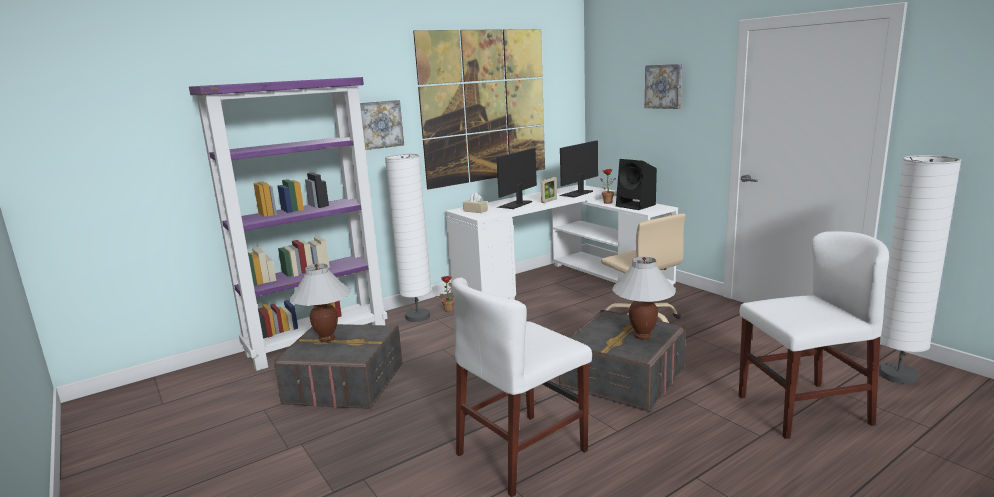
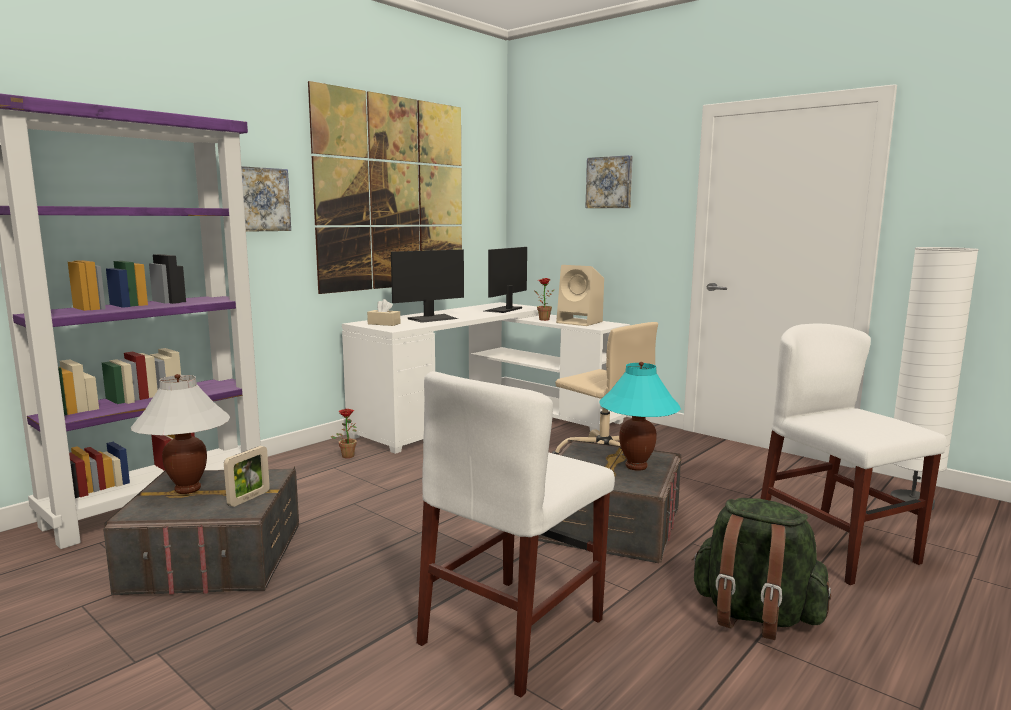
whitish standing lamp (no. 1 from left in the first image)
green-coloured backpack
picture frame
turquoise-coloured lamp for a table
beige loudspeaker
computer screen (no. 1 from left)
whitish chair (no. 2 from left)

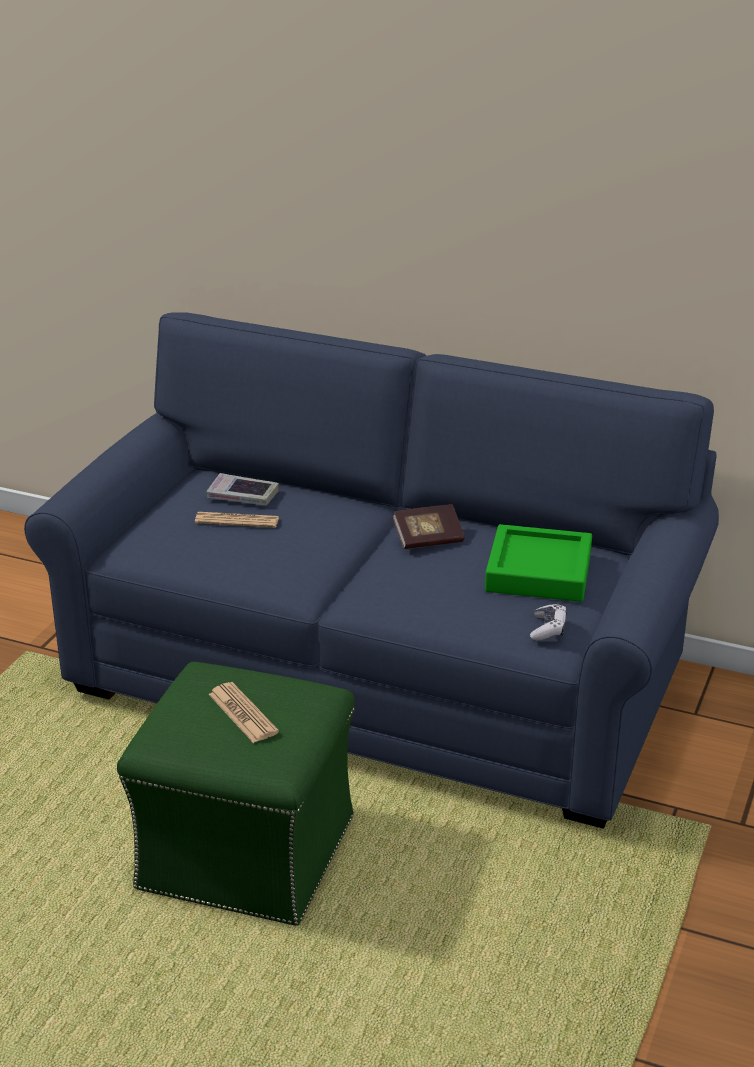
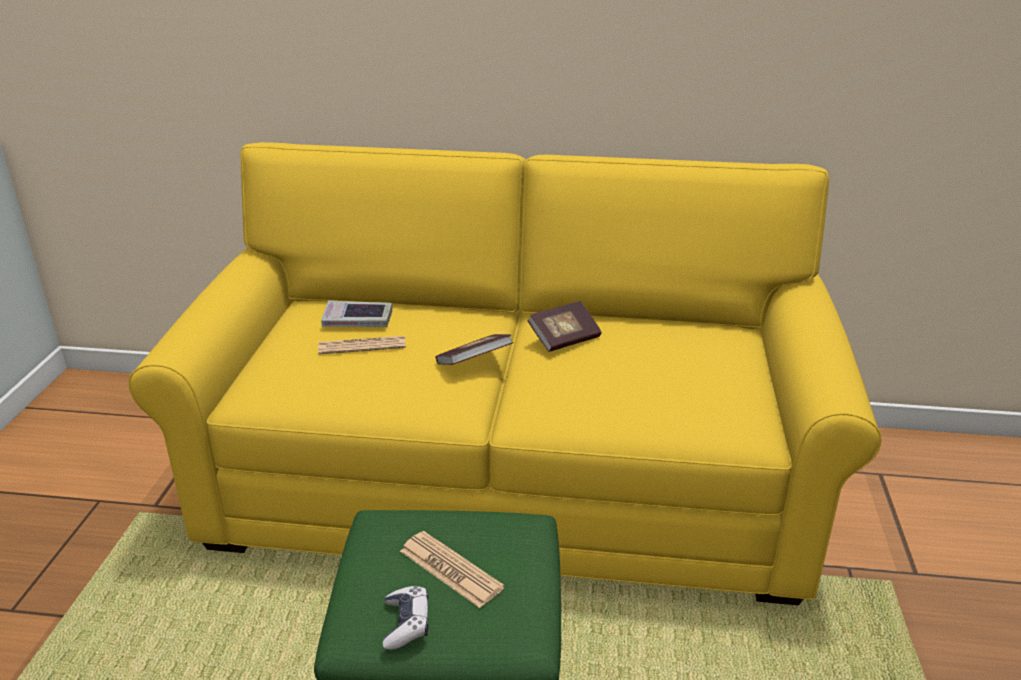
green-coloured tray
volume (no. 2 from left)
joypad
yellowish settee

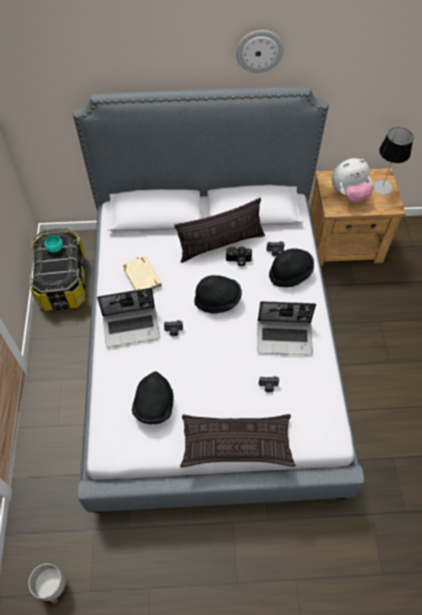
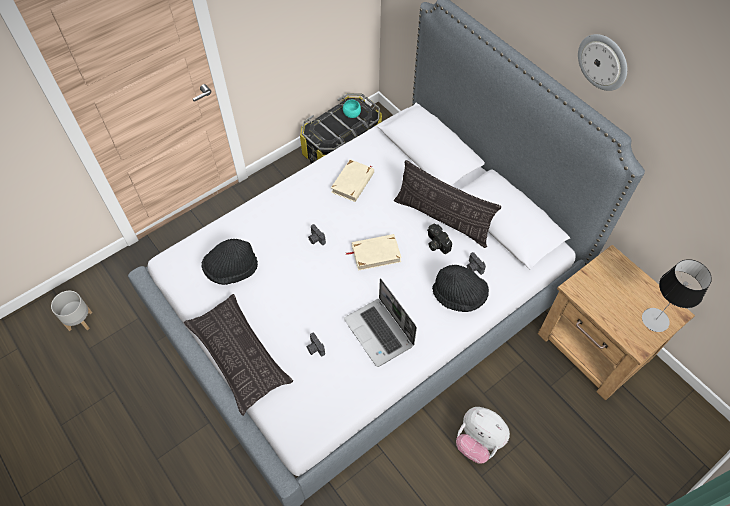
notebook computer (no. 1 from left in the first image)
soft toy
beige volume (no. 2 from left)

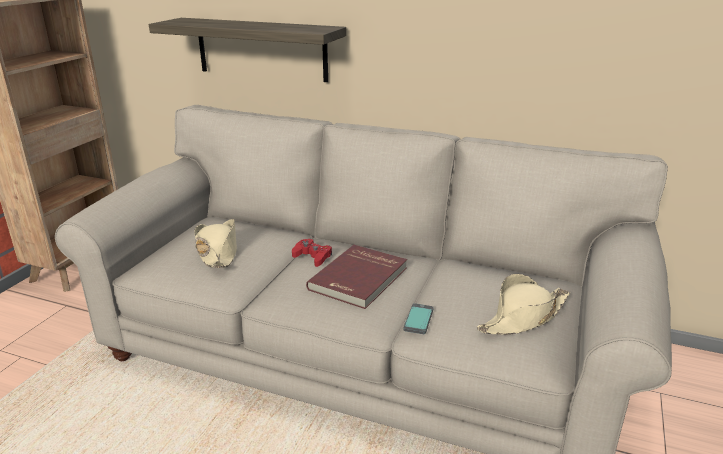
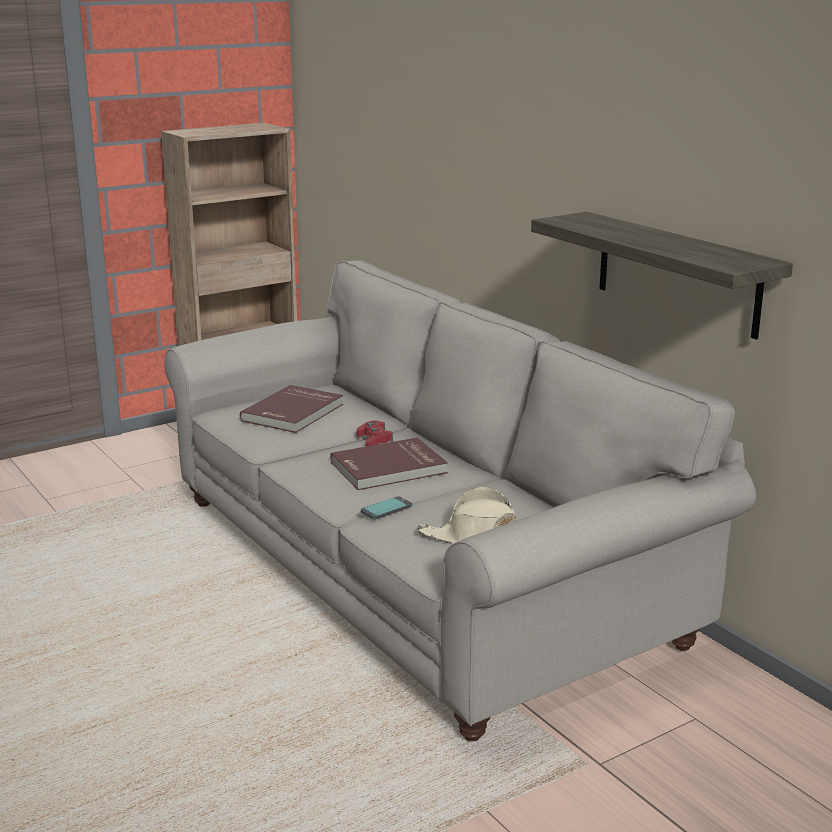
bracket shelf
red volume (no. 1 from left)

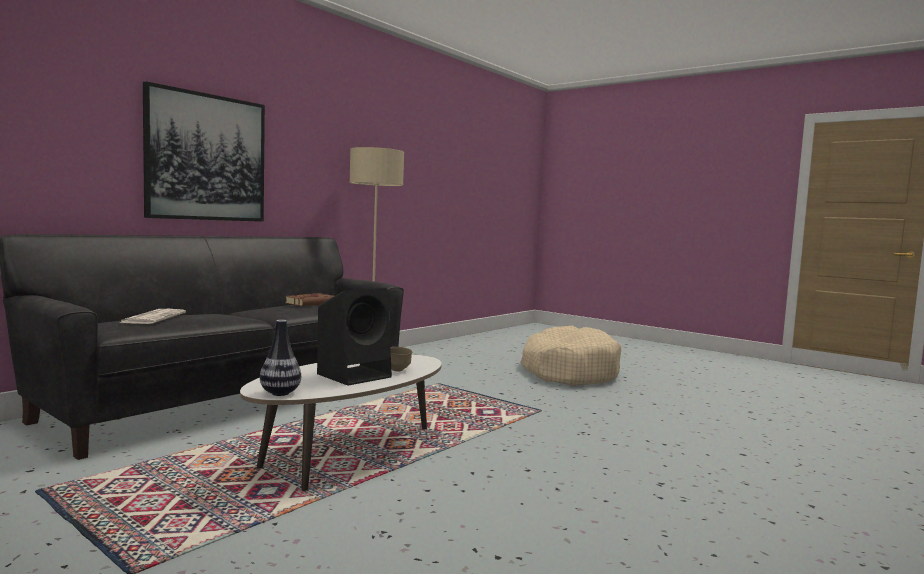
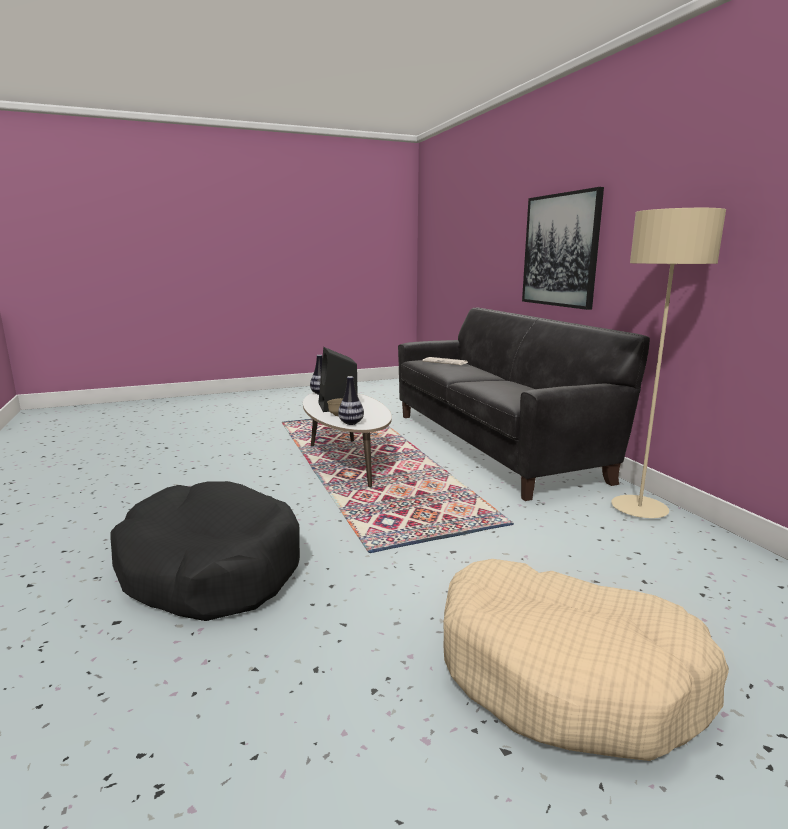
brown-coloured volume
blackish dog bed
vase (no. 2 from left)

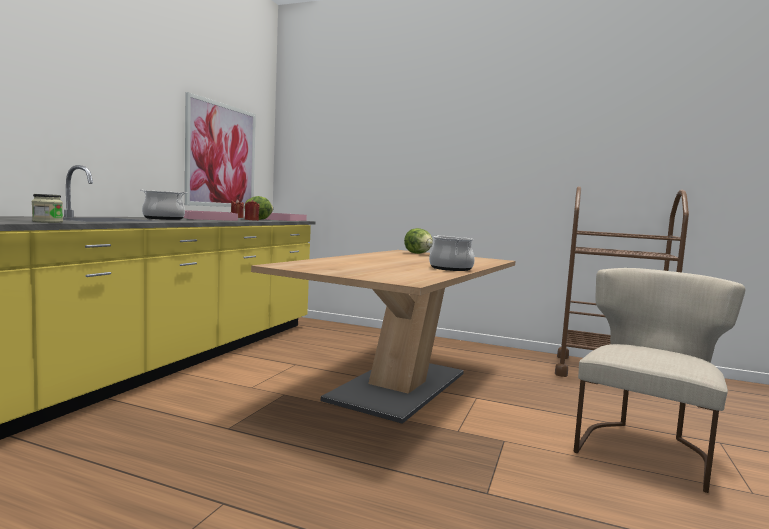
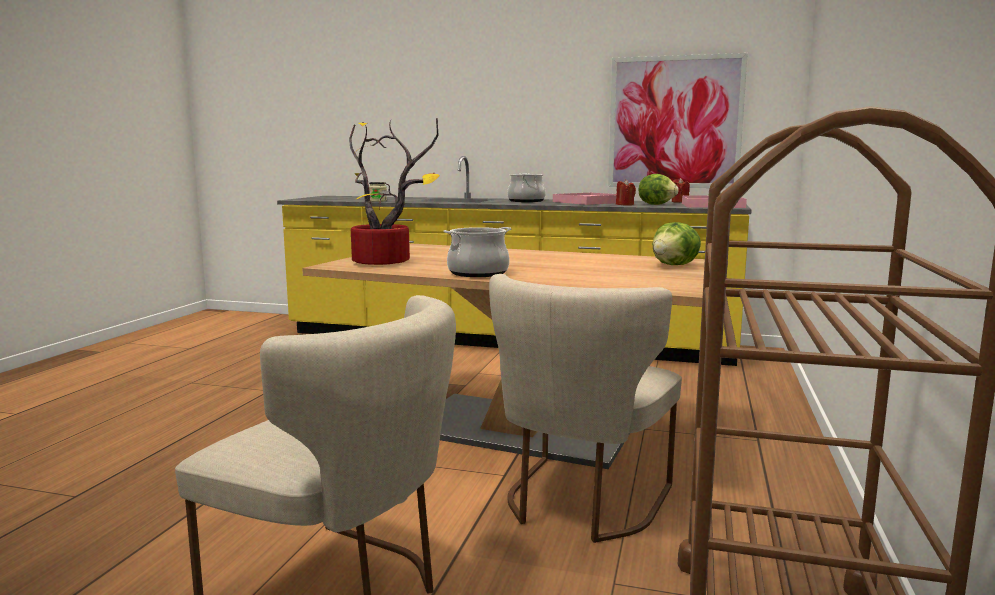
houseplant
beige chair (no. 2 from left)

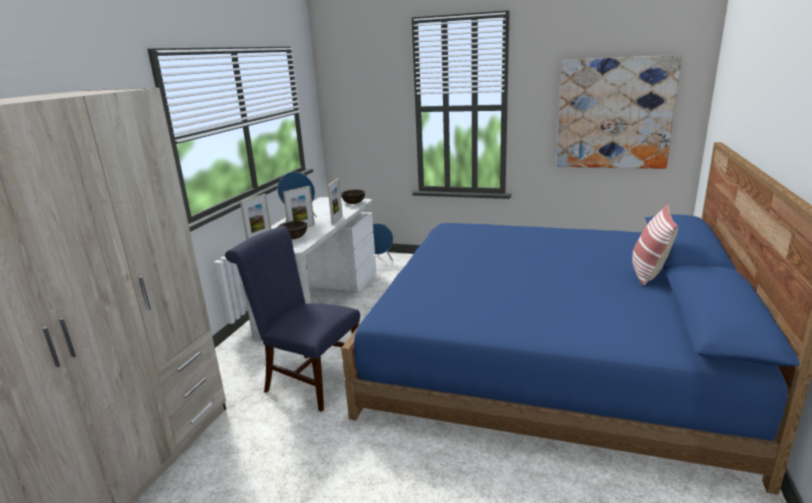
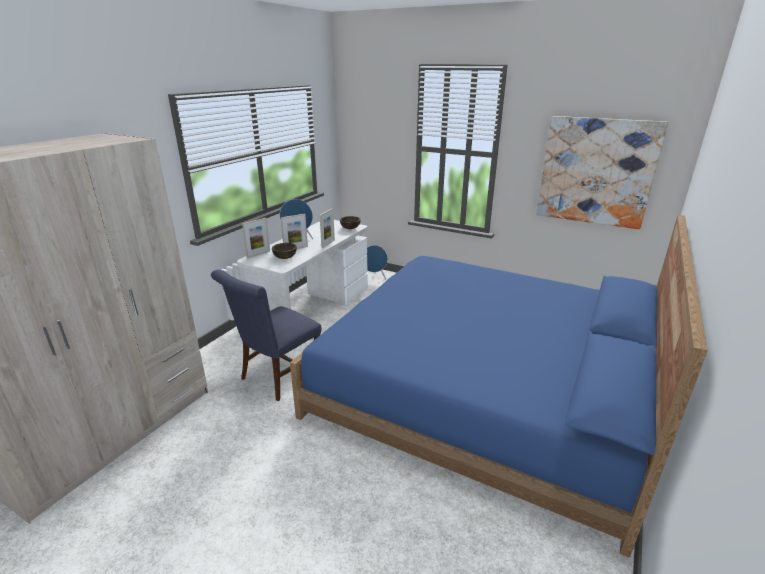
pillow
blue-coloured chair

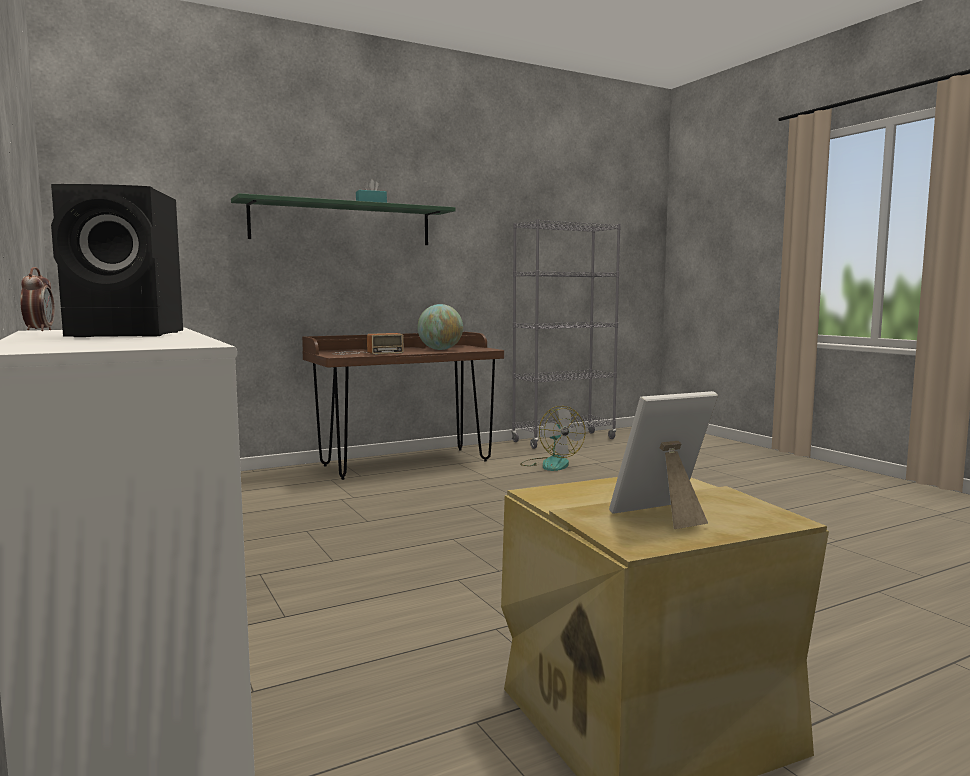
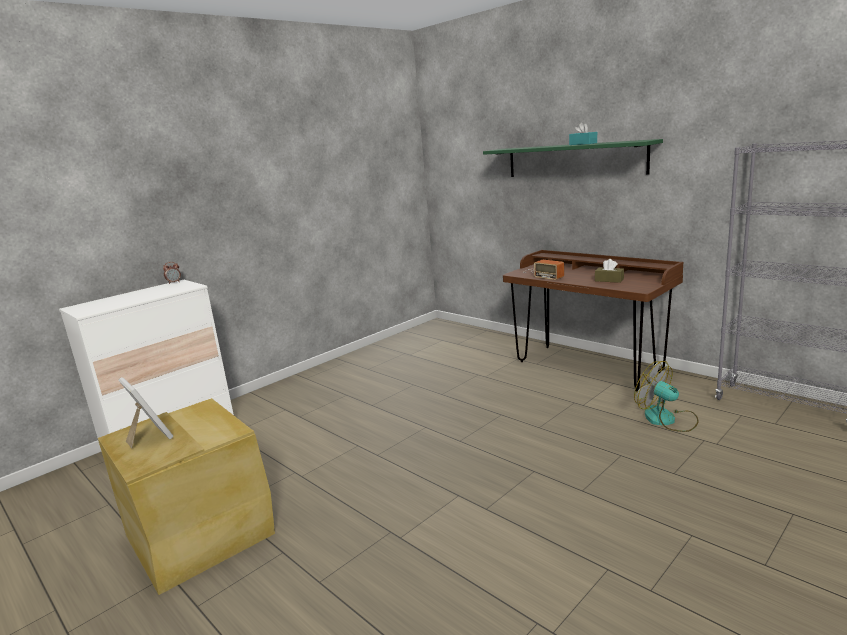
blackish loudspeaker
brown-coloured tissue holder
fan

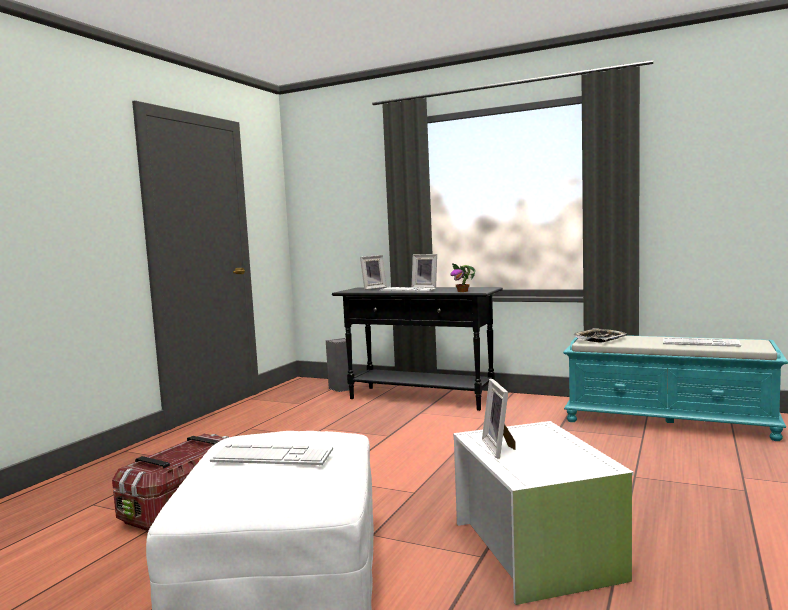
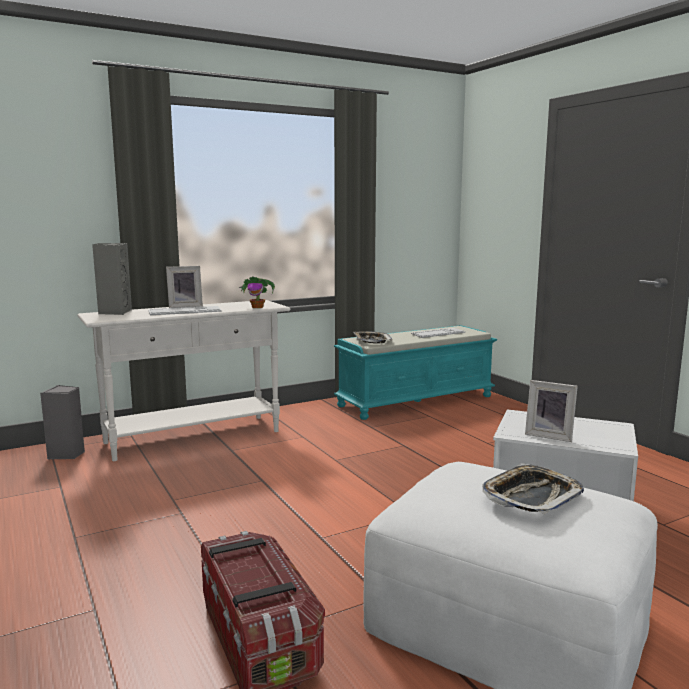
tray (no. 2 from left)
grey loudspeaker (no. 2 from left)
whitish narrow table

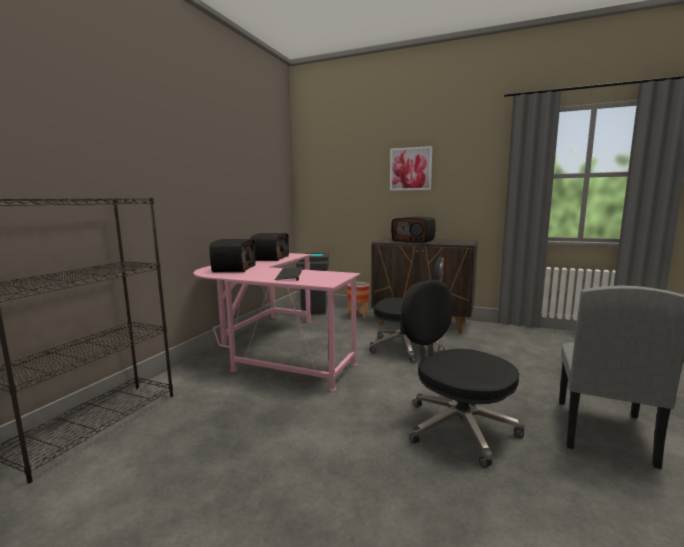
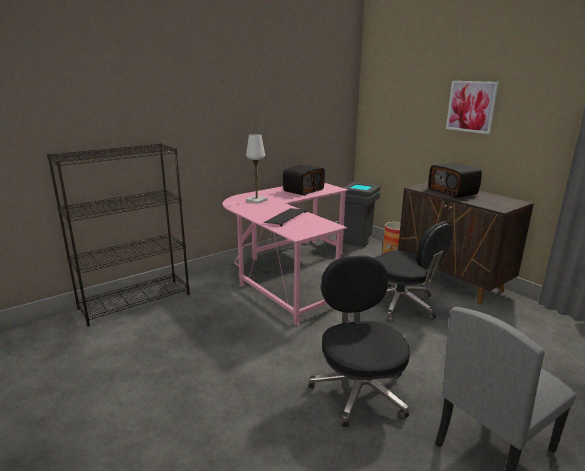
whitish lamp for a table

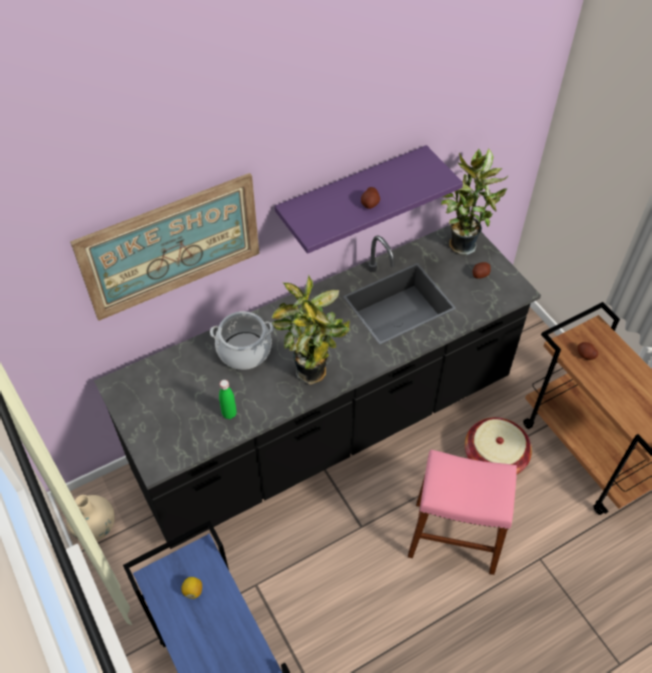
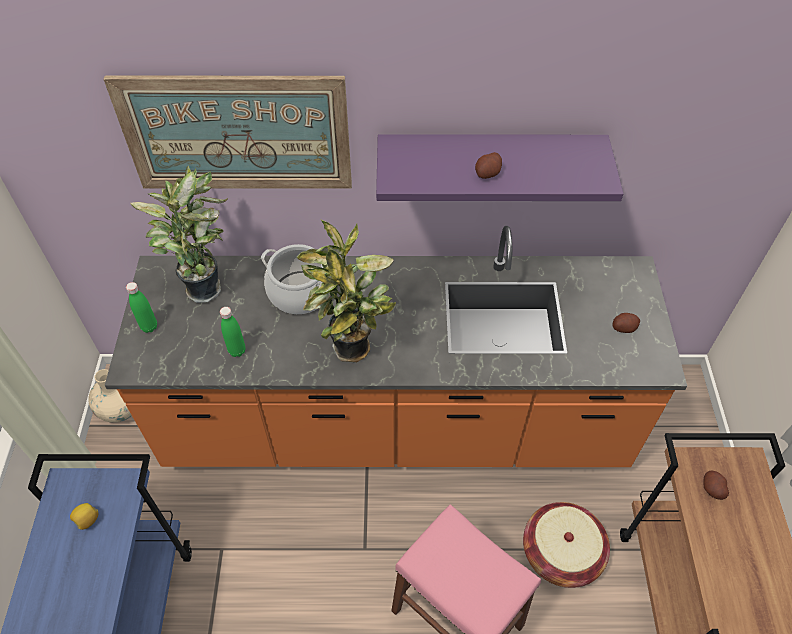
green-coloured drink bottle (no. 1 from left)
houseplant (no. 1 from left)
orangey kitchen base unit

